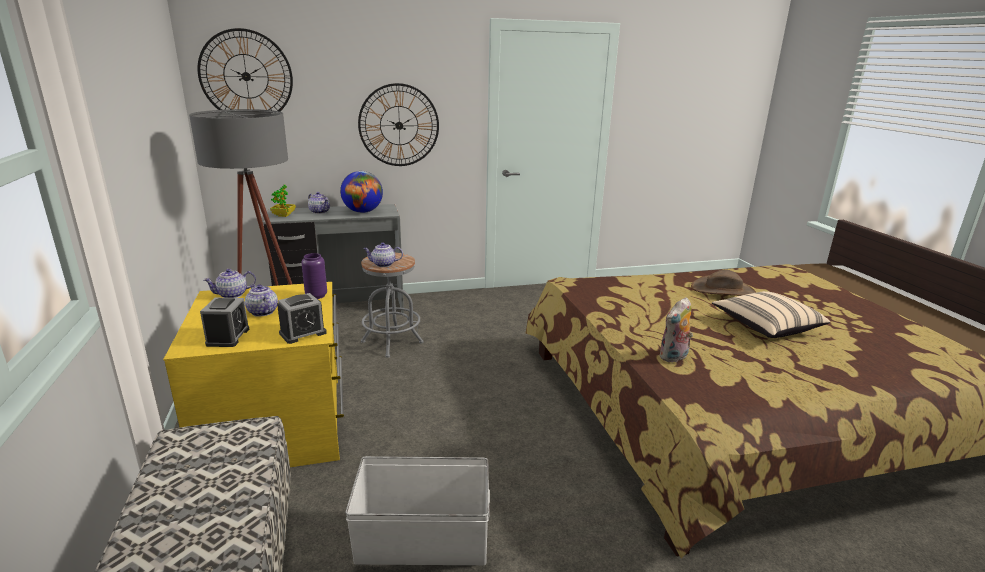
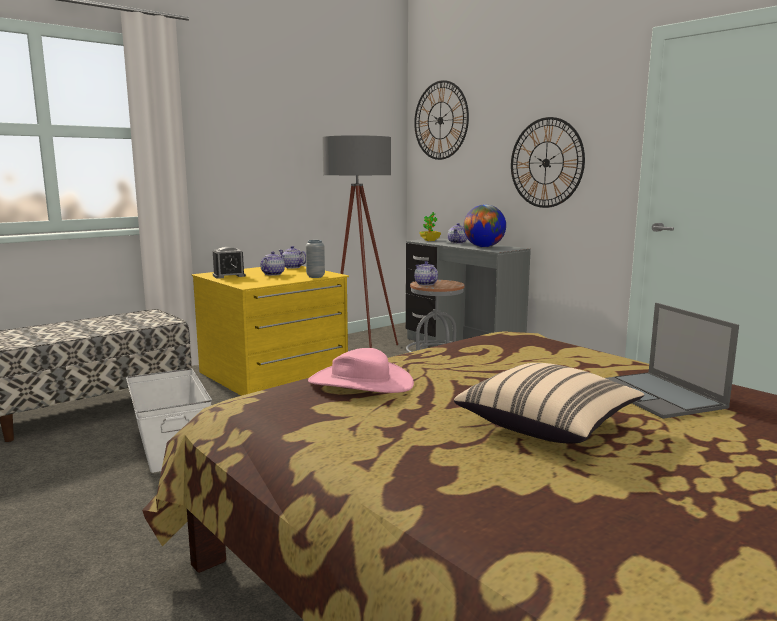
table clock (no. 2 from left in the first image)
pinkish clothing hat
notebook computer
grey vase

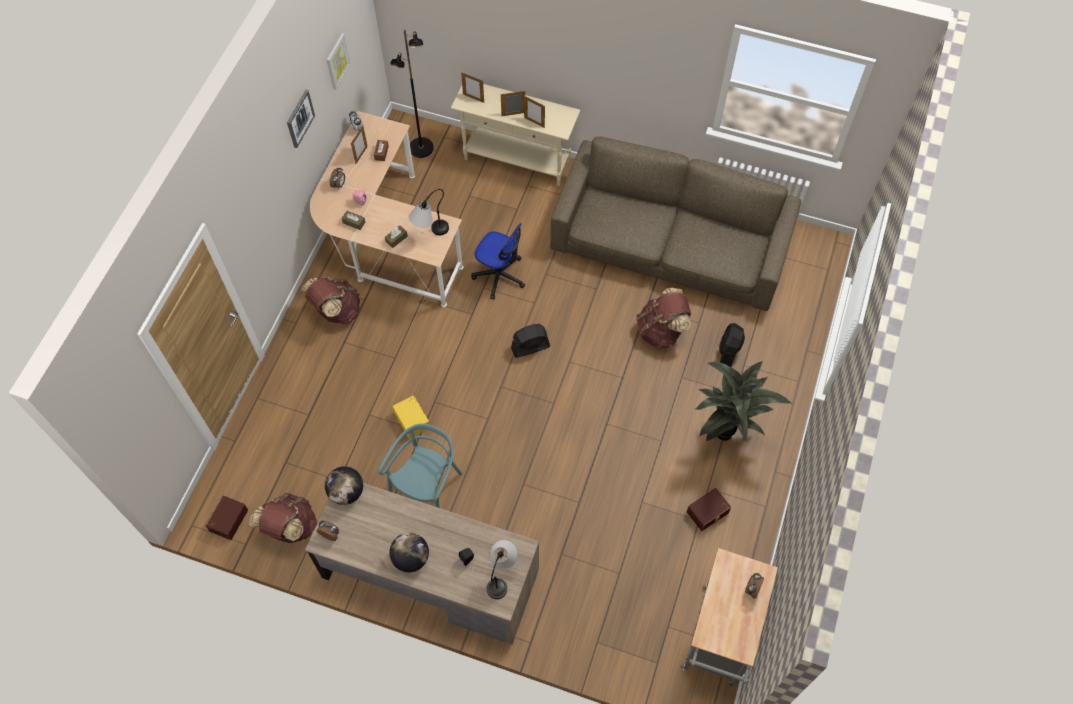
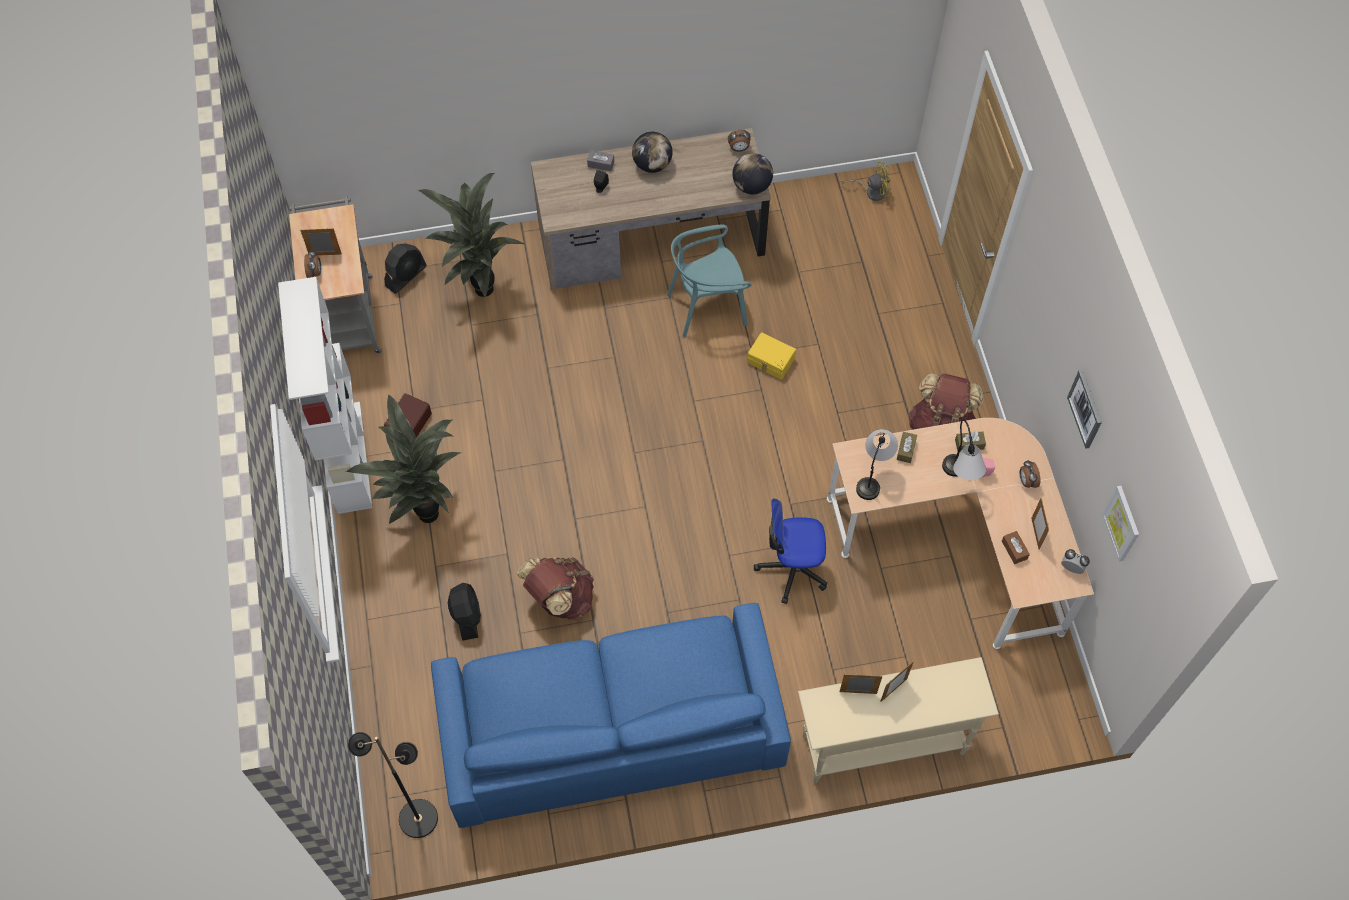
brown-coloured backpack (no. 1 from left in the first image)
whitish bookshelf
houseplant (no. 2 from left)
grey tissue holder
blackish standing lamp
picture frame (no. 1 from left)
lamp for a table (no. 2 from left)
blackish fan (no. 1 from left)
yellowish fan
blue-coloured settee
turquoise-coloured chair

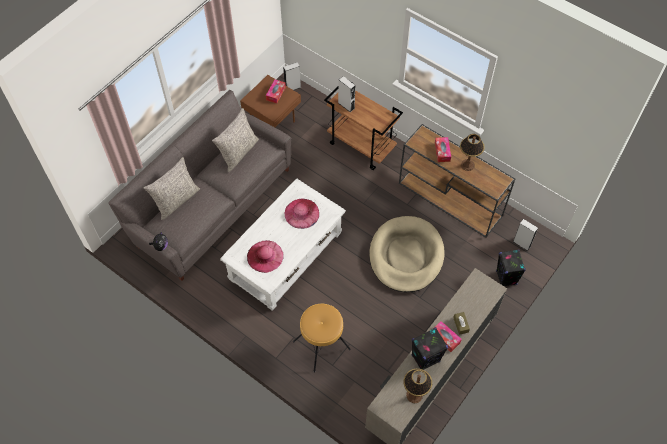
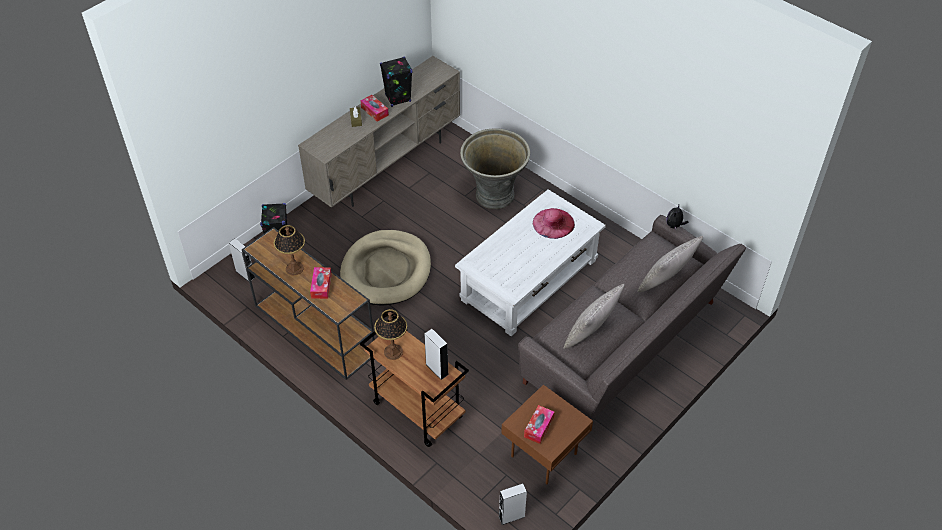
pinkish clothing hat (no. 2 from left in the first image)
lamp for a table (no. 2 from left)
grey flower pot

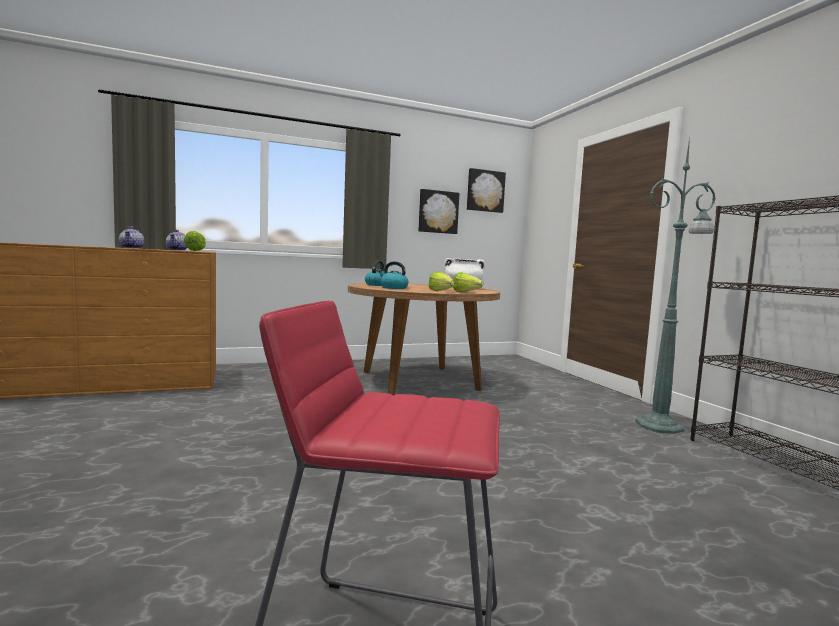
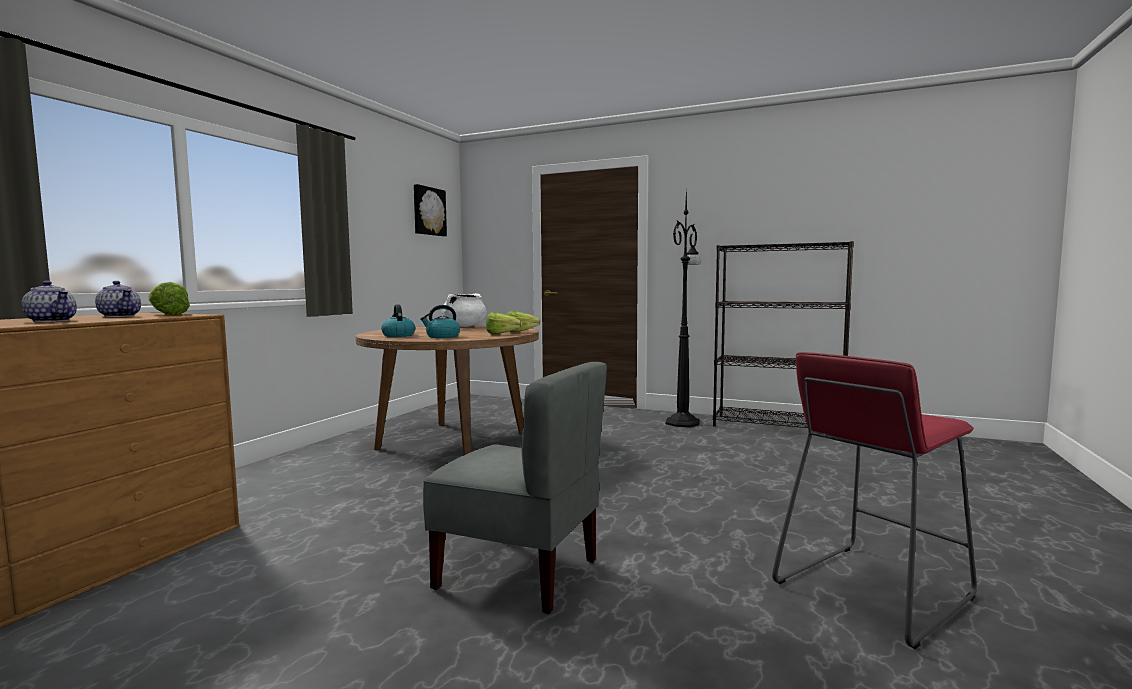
picture (no. 1 from left in the first image)
grey chair
blackish standing lamp

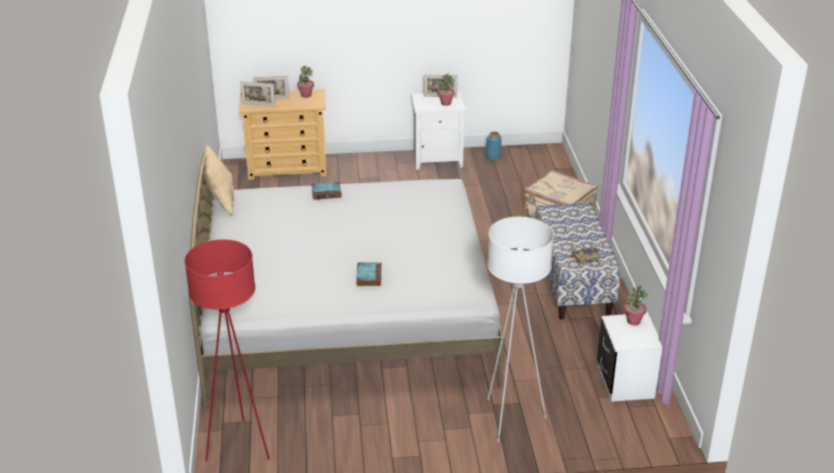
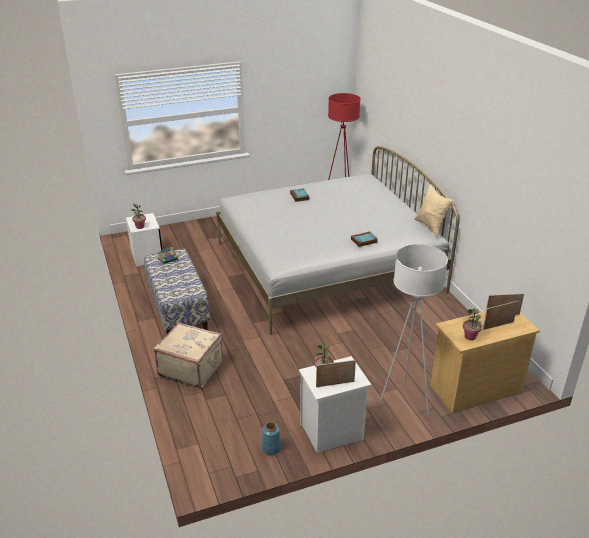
whitish standing lamp

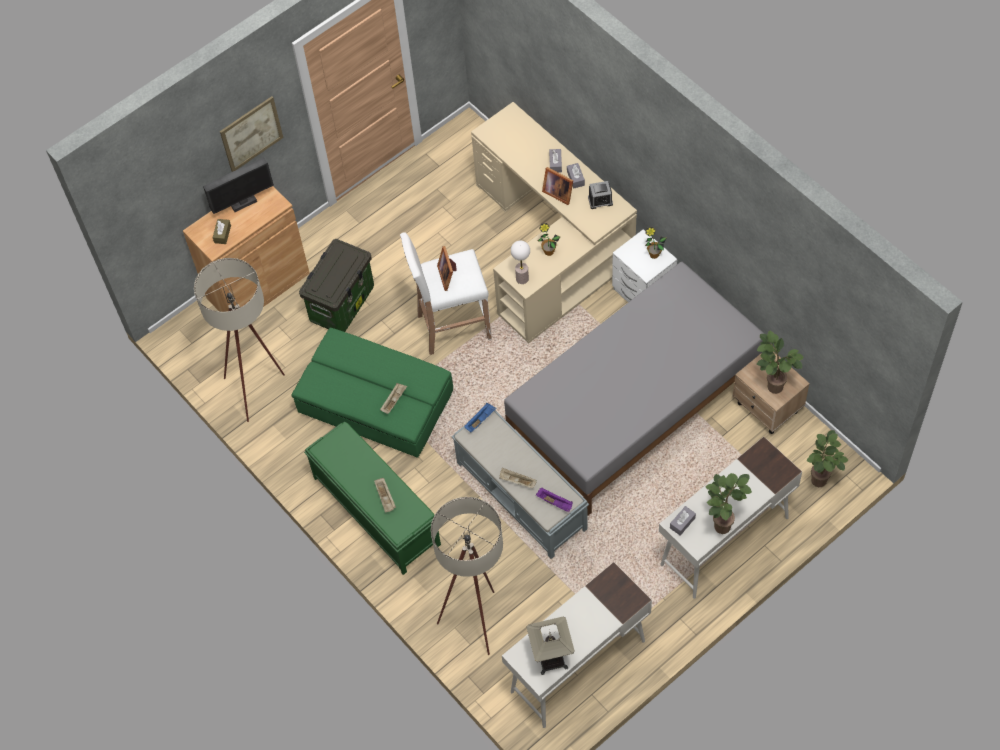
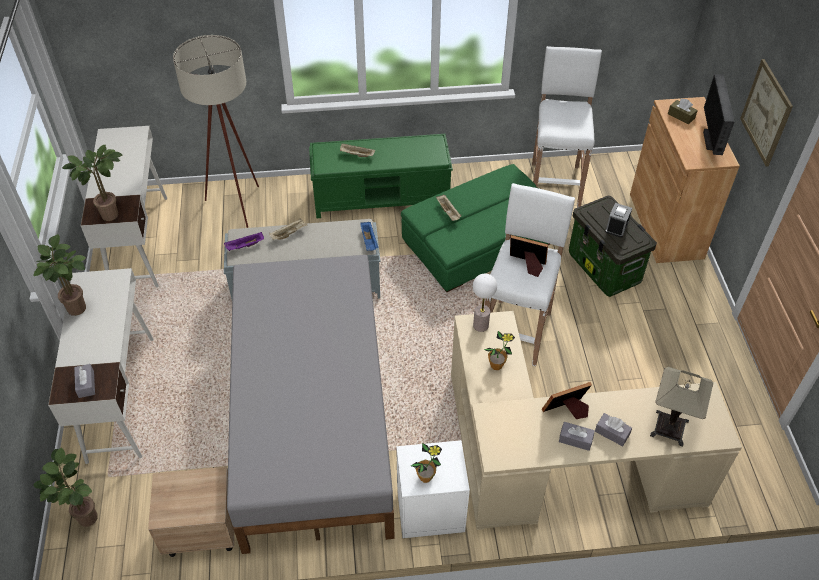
lamp for a table (no. 2 from left)
table clock
grey tissue holder (no. 1 from left)
houseplant (no. 3 from left)
whitish sitting stool (no. 2 from left)

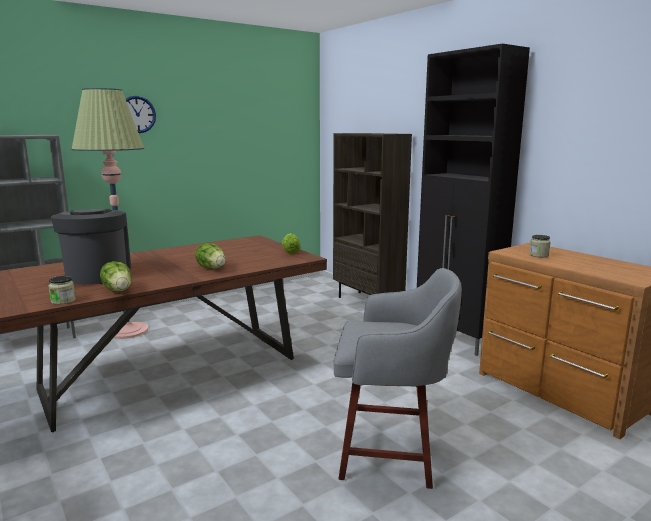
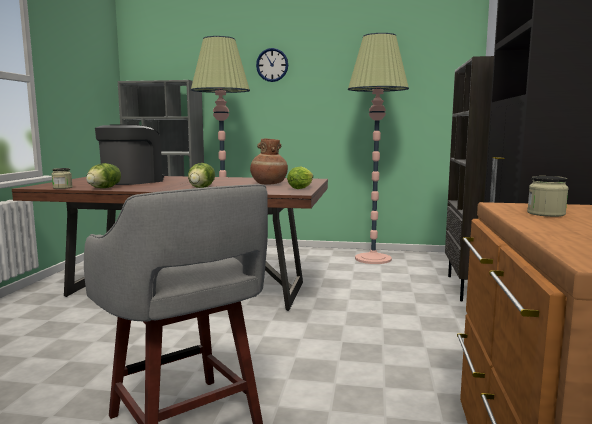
brown-coloured vase
standing lamp (no. 2 from left)

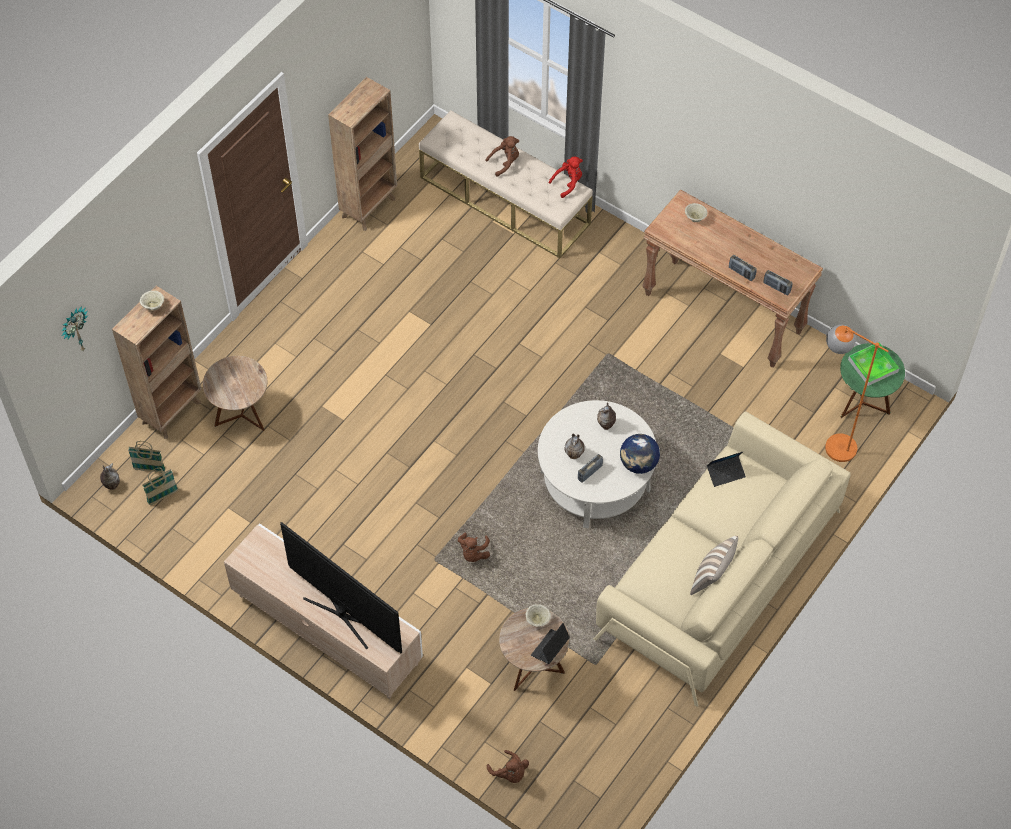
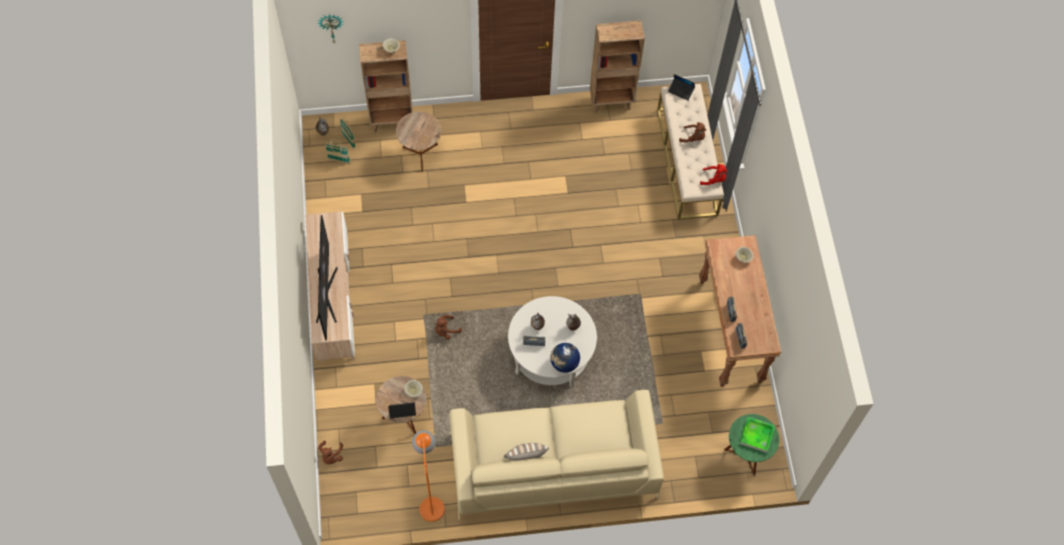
notebook computer (no. 2 from left)
orangey standing lamp

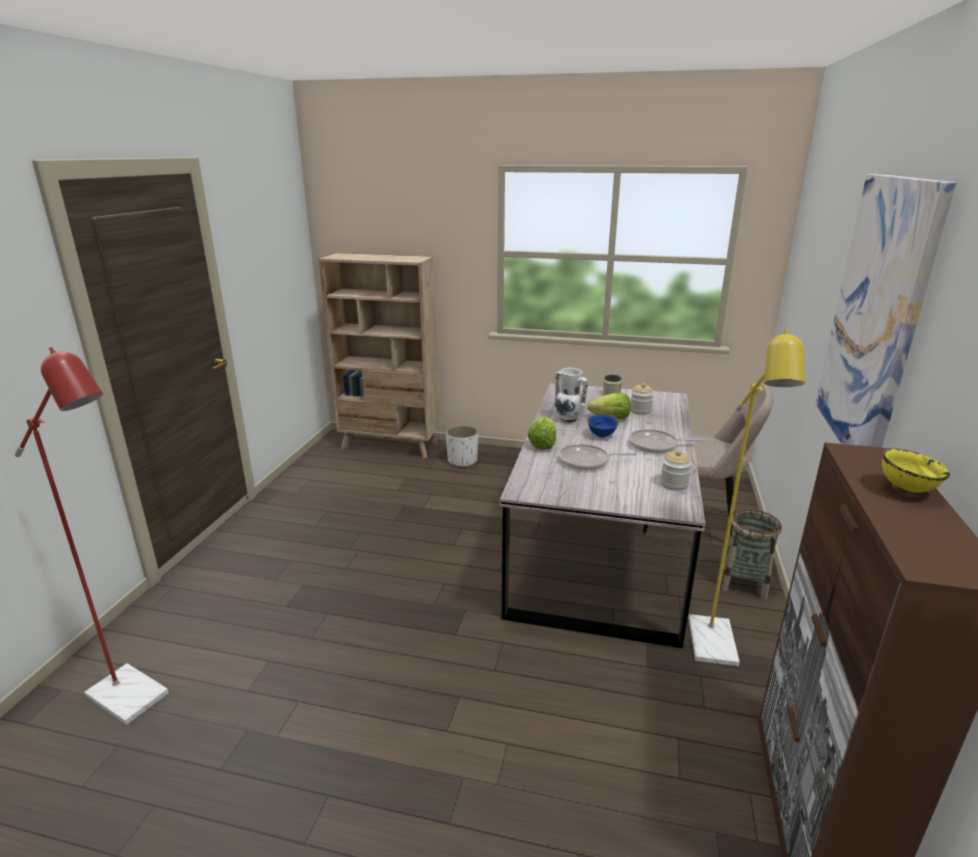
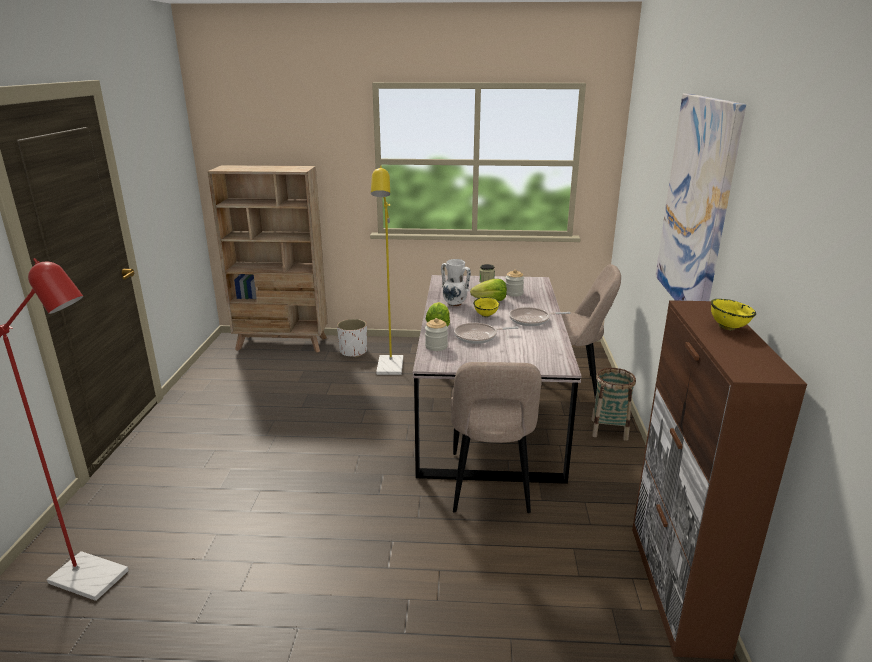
beige chair (no. 1 from left)
storage jar (no. 1 from left)
yellowish standing lamp
yellowish deep dish (no. 1 from left)

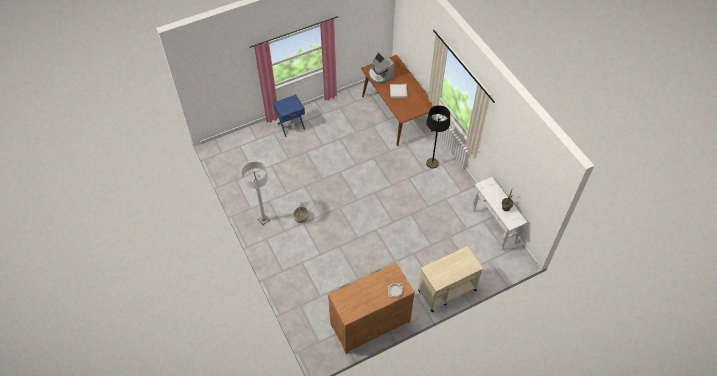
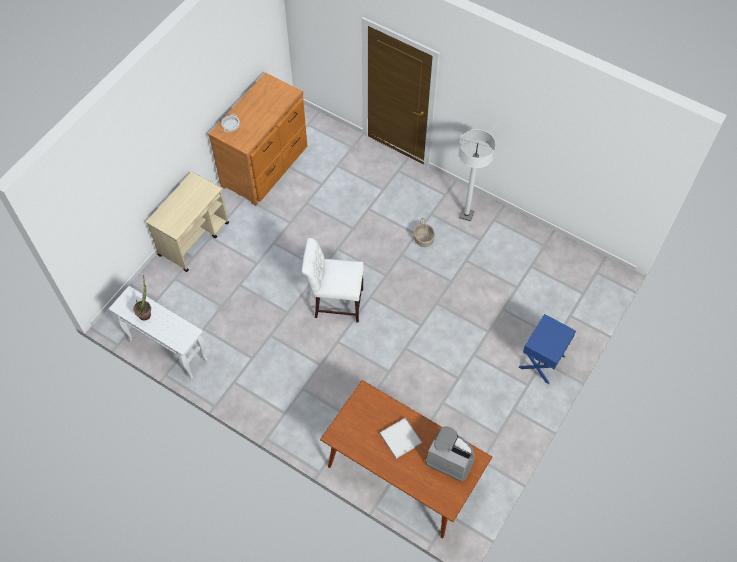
blackish standing lamp
whitish chair

